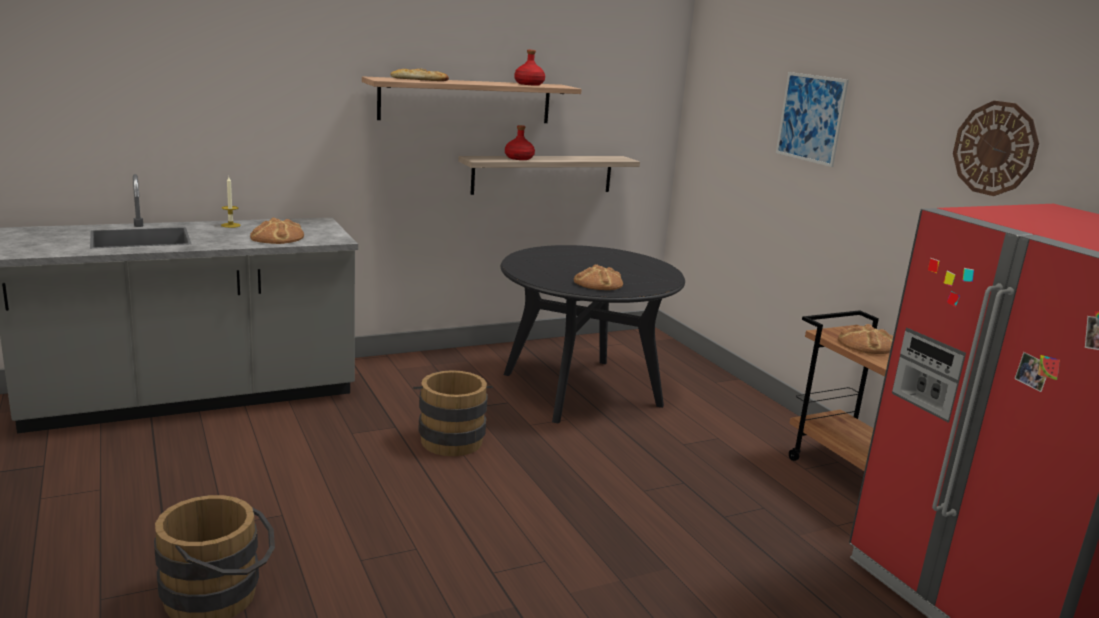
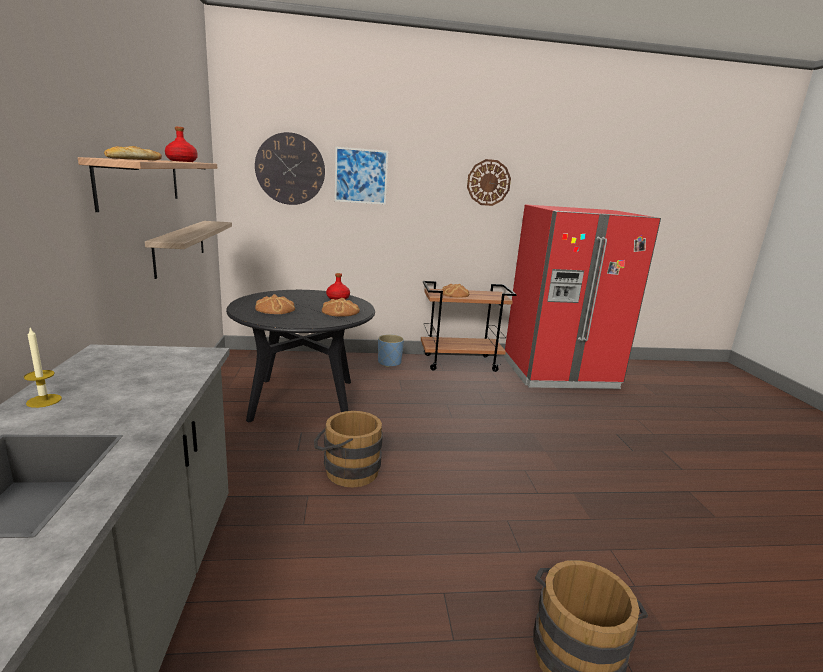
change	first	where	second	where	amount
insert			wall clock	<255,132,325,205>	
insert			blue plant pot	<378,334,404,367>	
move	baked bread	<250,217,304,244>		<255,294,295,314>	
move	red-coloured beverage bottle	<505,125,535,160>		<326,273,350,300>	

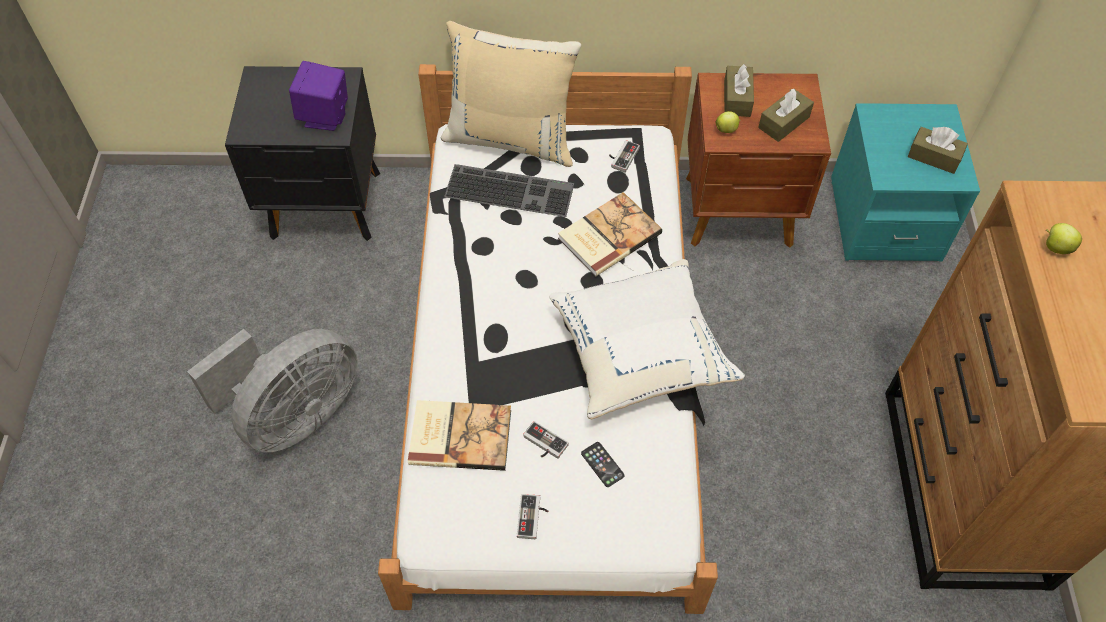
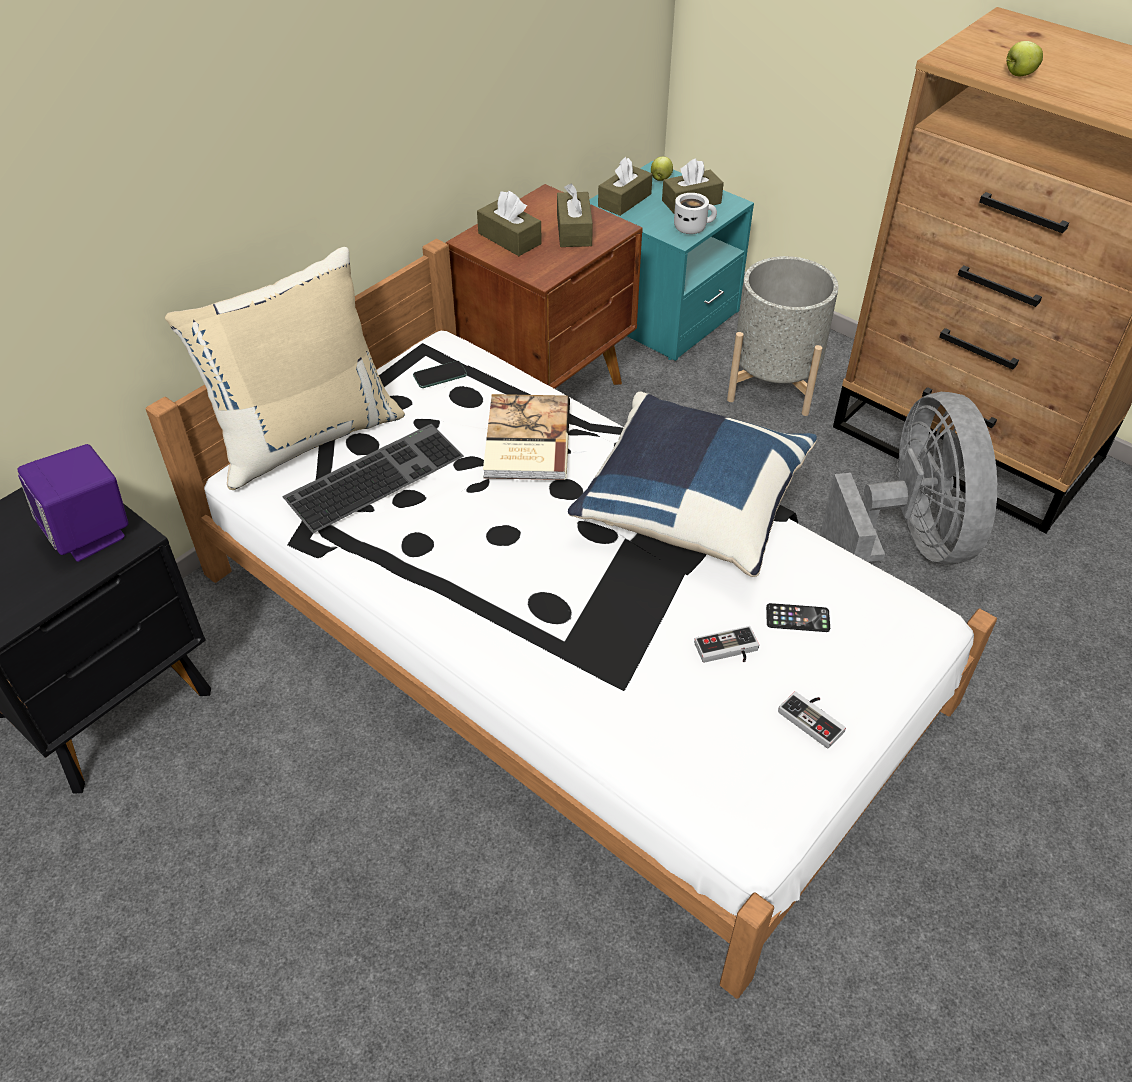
change	first	where	second	where	amount
delete	volume	<408,400,511,471>			
insert			brown tissue box	<598,157,653,216>	
insert			whitish coffee mug	<674,193,717,234>	
insert			greyish plant pot	<727,256,839,416>	
move	greyish fan	<187,329,358,452>		<820,392,997,565>	
move	whole apple	<716,111,740,133>		<651,157,673,181>	
replace	game controller	<609,140,640,172>	handset	<413,361,467,388>	
recolor	whitish cushion	<549,259,745,419>	blue cushion	<568,391,817,577>	

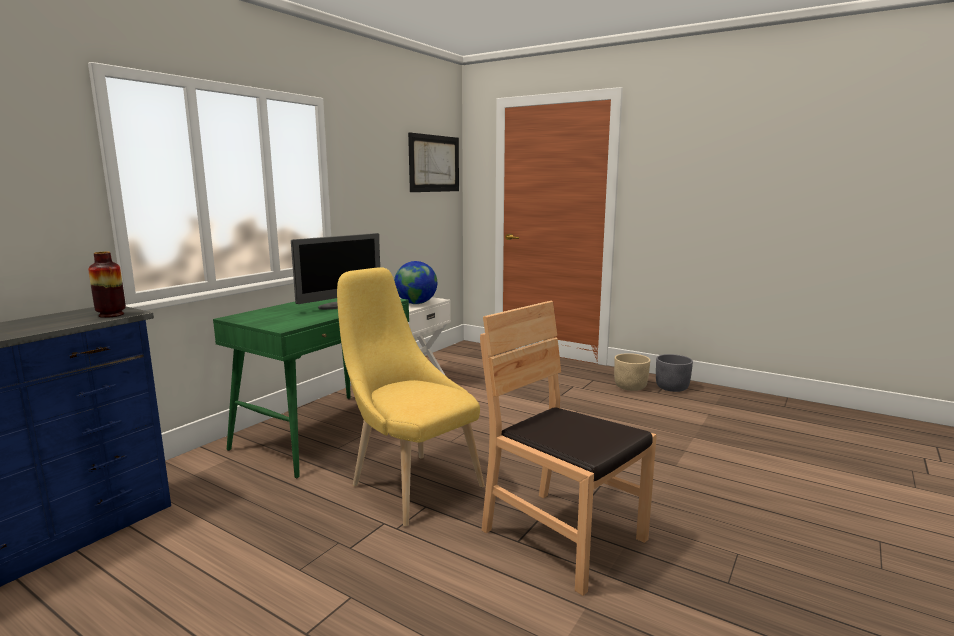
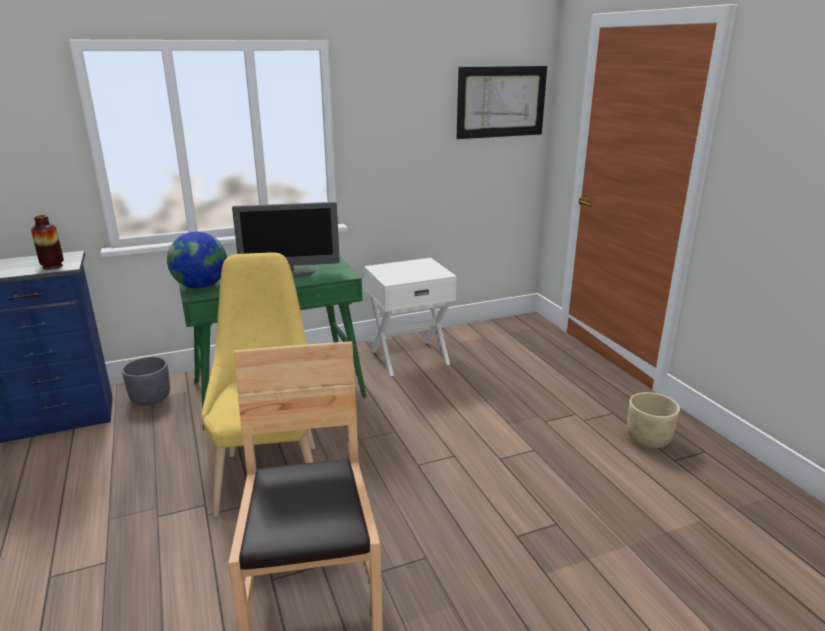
change	first	where	second	where	amount
move	globe	<394,261,437,304>		<167,232,227,289>	
move	greyish plant pot	<656,354,693,392>		<122,357,170,405>	

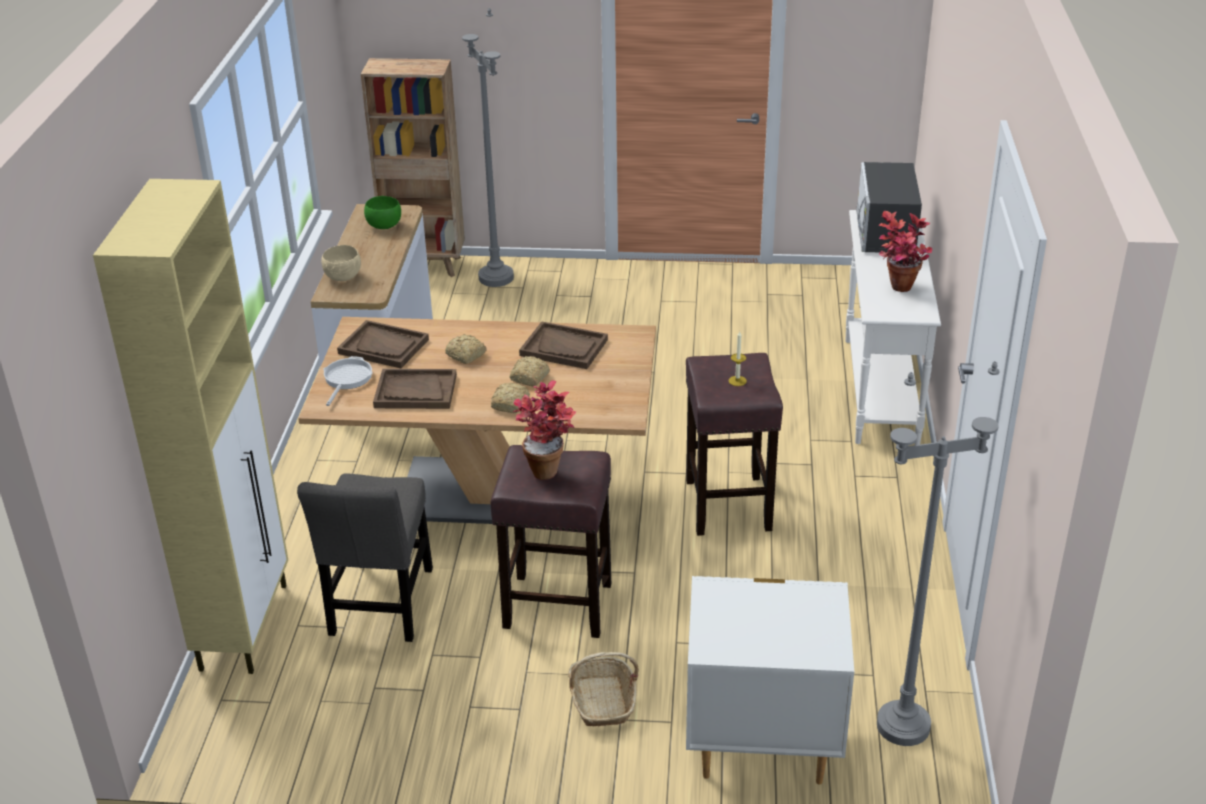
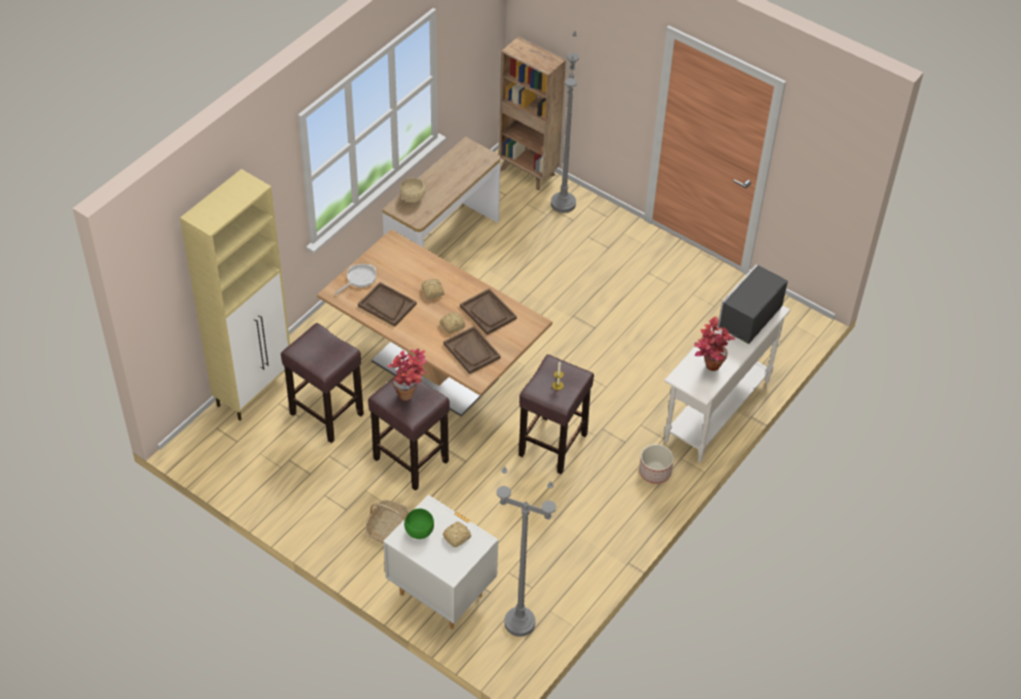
change	first	where	second	where	amount
insert			plant pot	<639,444,674,484>	
move	brown serving tray	<337,320,429,368>		<443,326,501,374>	
move	green deep dish	<364,196,401,229>		<404,509,434,539>	
move	baked bread	<491,382,530,413>		<443,522,471,547>	
replace	greyish chair	<297,474,433,642>	brown sitting stool	<281,323,364,443>	

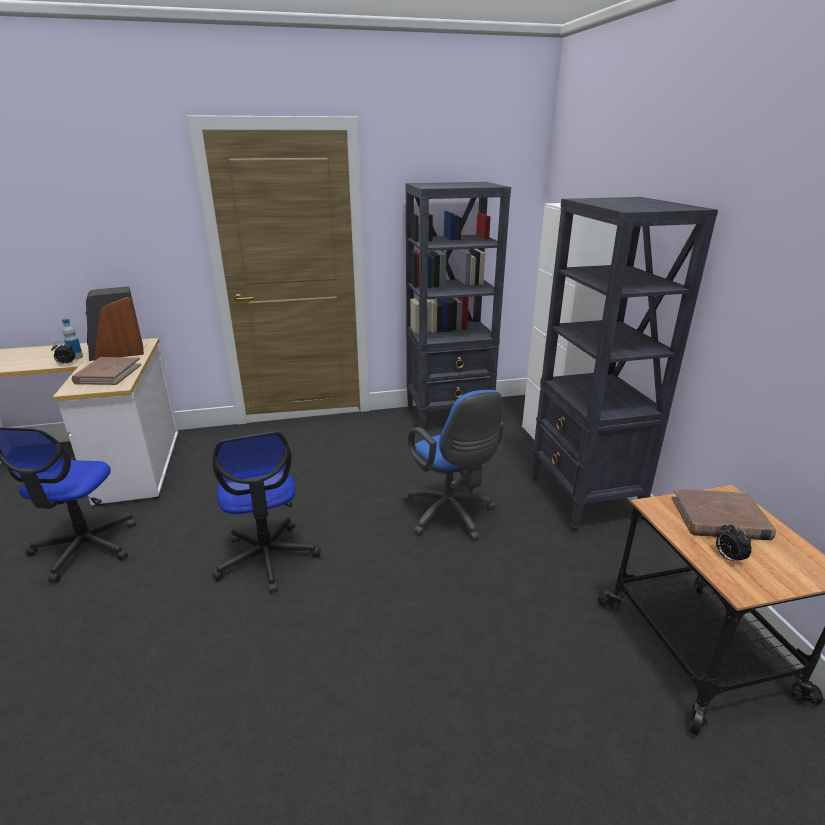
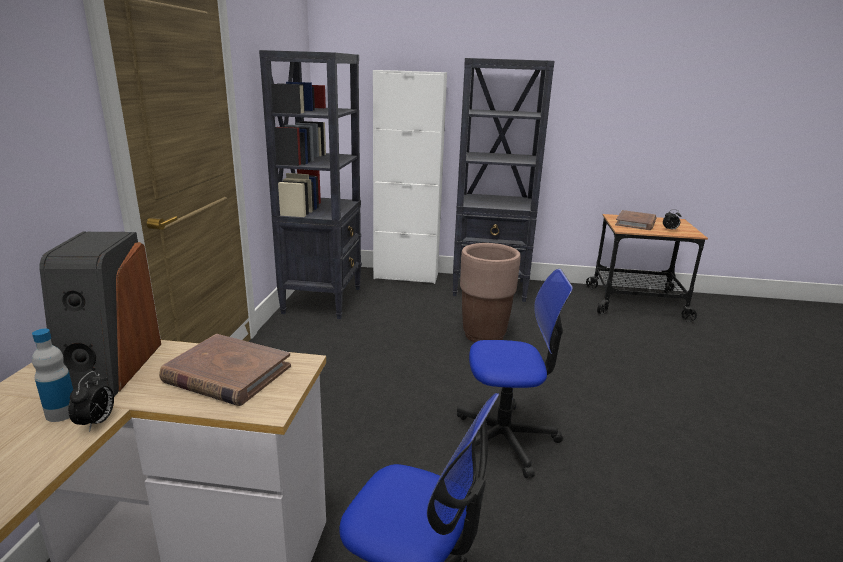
change	first	where	second	where	amount
replace	blue desk chair	<403,390,504,540>	brown plant pot	<460,243,521,342>	

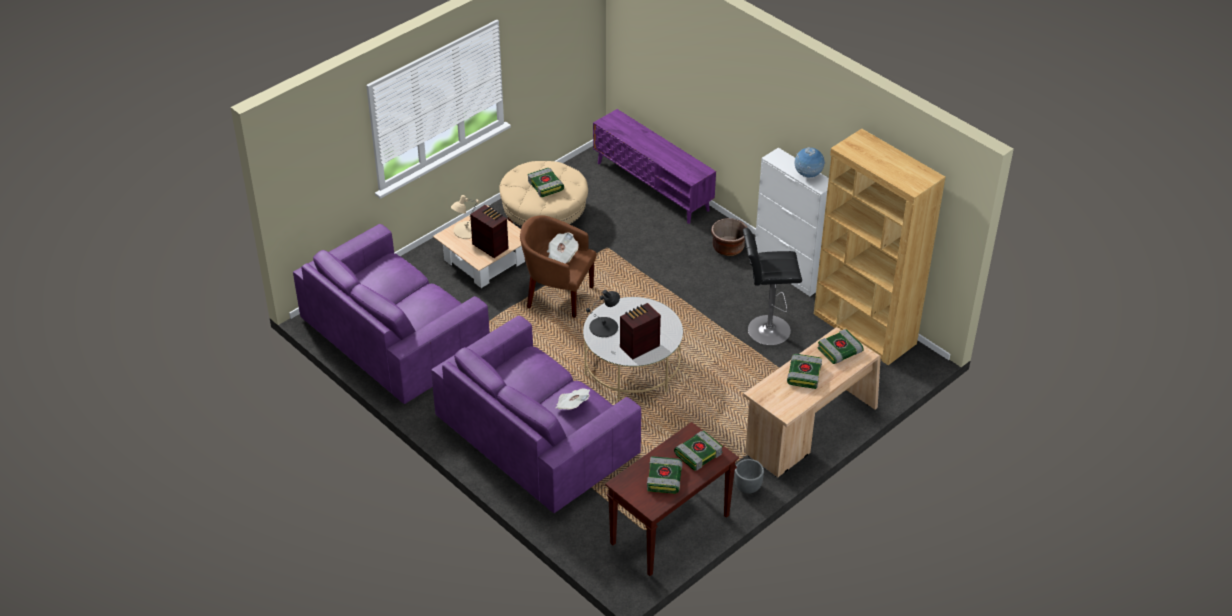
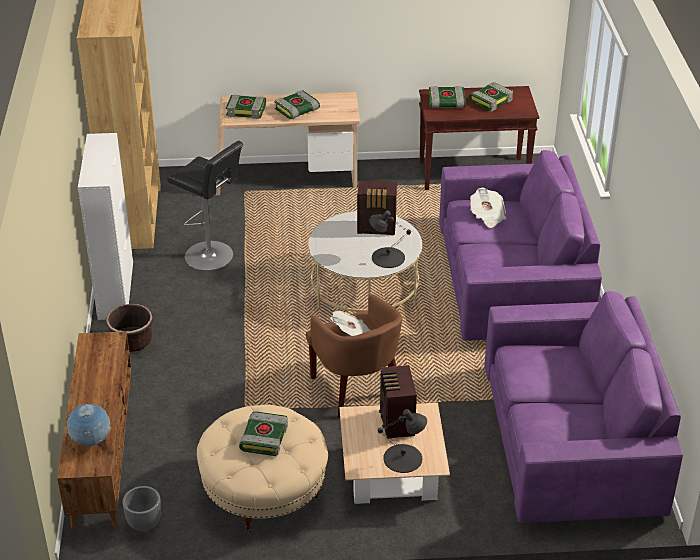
change	first	where	second	where	amount
move	greyish plant pot	<735,459,764,494>		<123,486,161,531>	
move	globe	<794,147,825,177>		<66,404,110,446>	
recolor	sand-coloured tabletop lamp	<451,195,480,239>	blackish tabletop lamp	<378,409,427,473>	
recolor	purplish media console	<593,109,716,224>	brown media console	<57,331,131,529>	

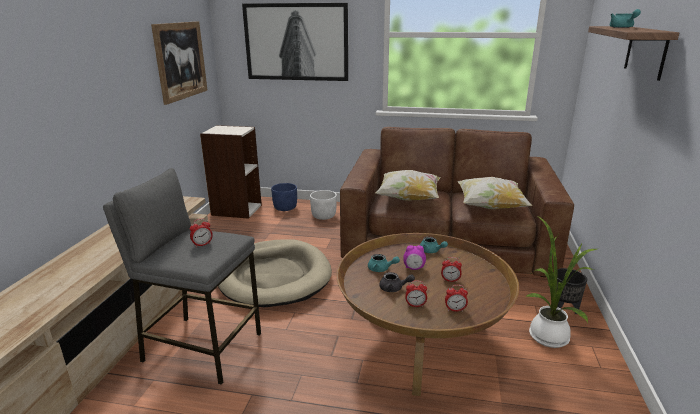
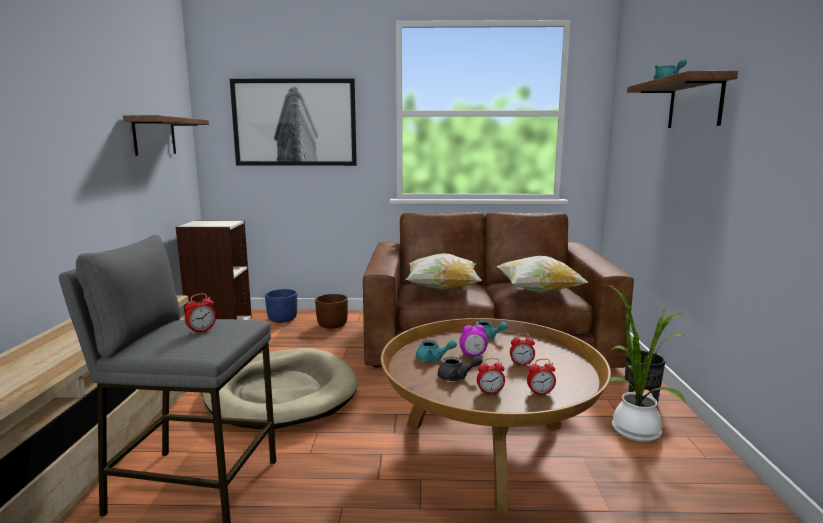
change	first	where	second	where	amount
replace	wall picture	<151,21,207,105>	bracket shelf	<123,115,209,156>	
recolor	whitish plant pot	<310,190,337,220>	brown plant pot	<315,294,348,329>	

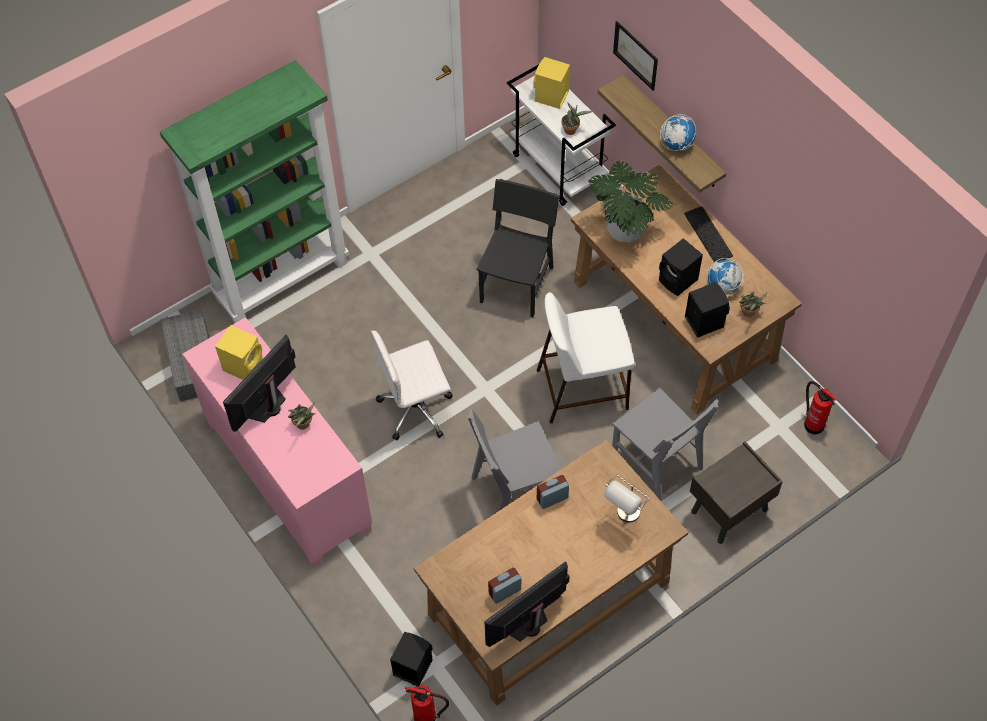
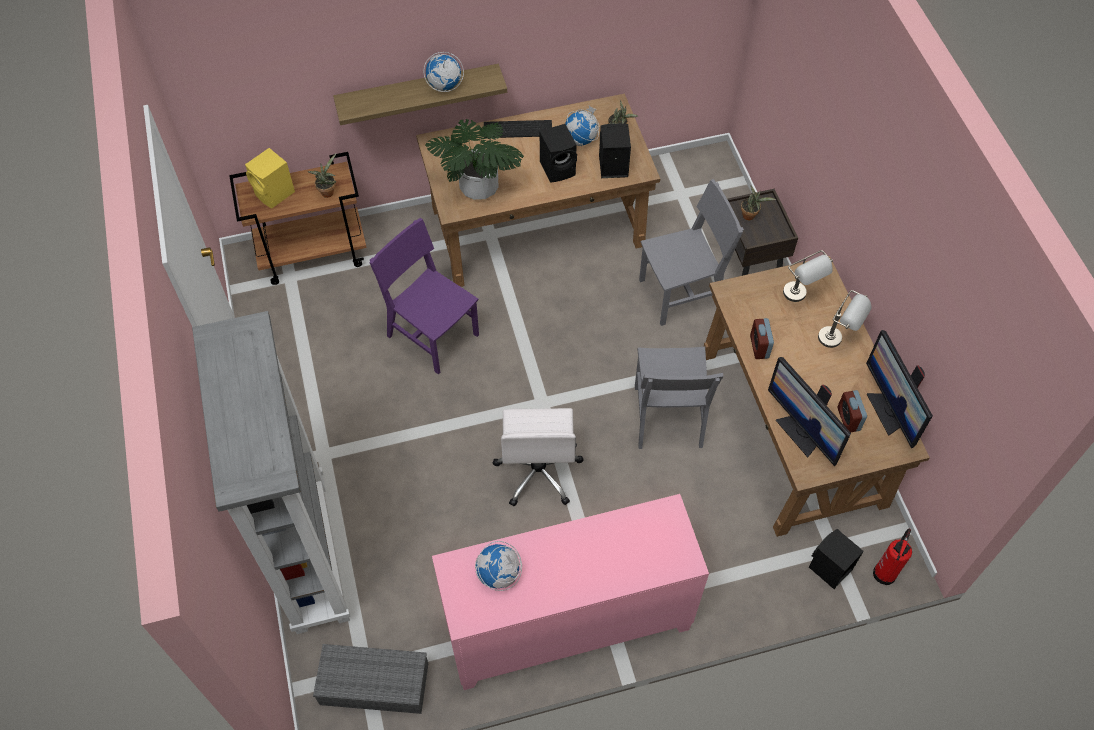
change	first	where	second	where	amount
delete	whitish sitting stool	<537,292,635,424>			
delete	wall picture	<613,21,658,91>			
delete	extinguisher	<804,381,836,434>			
insert			greyish tabletop lamp	<818,290,871,348>	
move	computer screen	<223,335,296,431>		<768,357,851,466>	
move	plant in a pot	<288,402,316,429>		<741,185,776,220>	
replace	yellow-coloured loudspeaker	<215,325,263,380>	globe	<475,541,522,591>	
recolor	green bookshelf	<160,60,349,323>	greyish bookshelf	<192,311,350,634>	
recolor	blackish chair	<476,179,559,318>	purplish chair	<369,218,479,374>	
recolor	whitish cart	<507,64,616,206>	brown cart	<229,152,367,285>	

